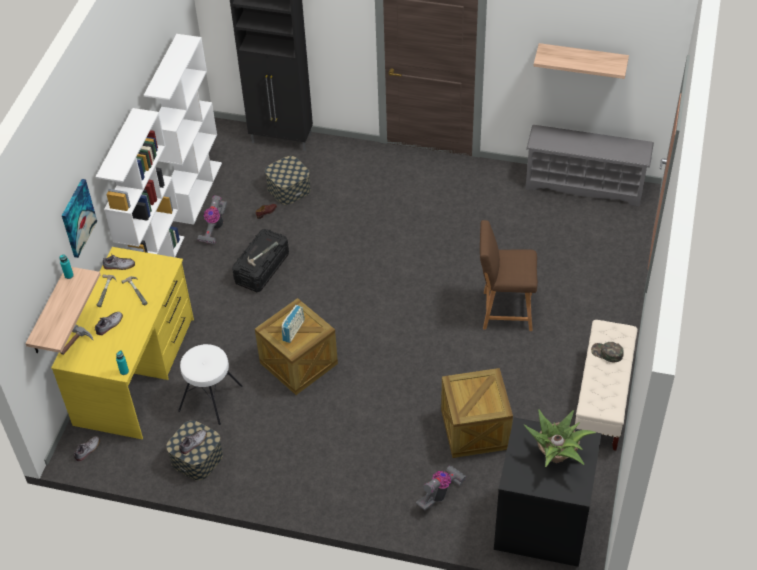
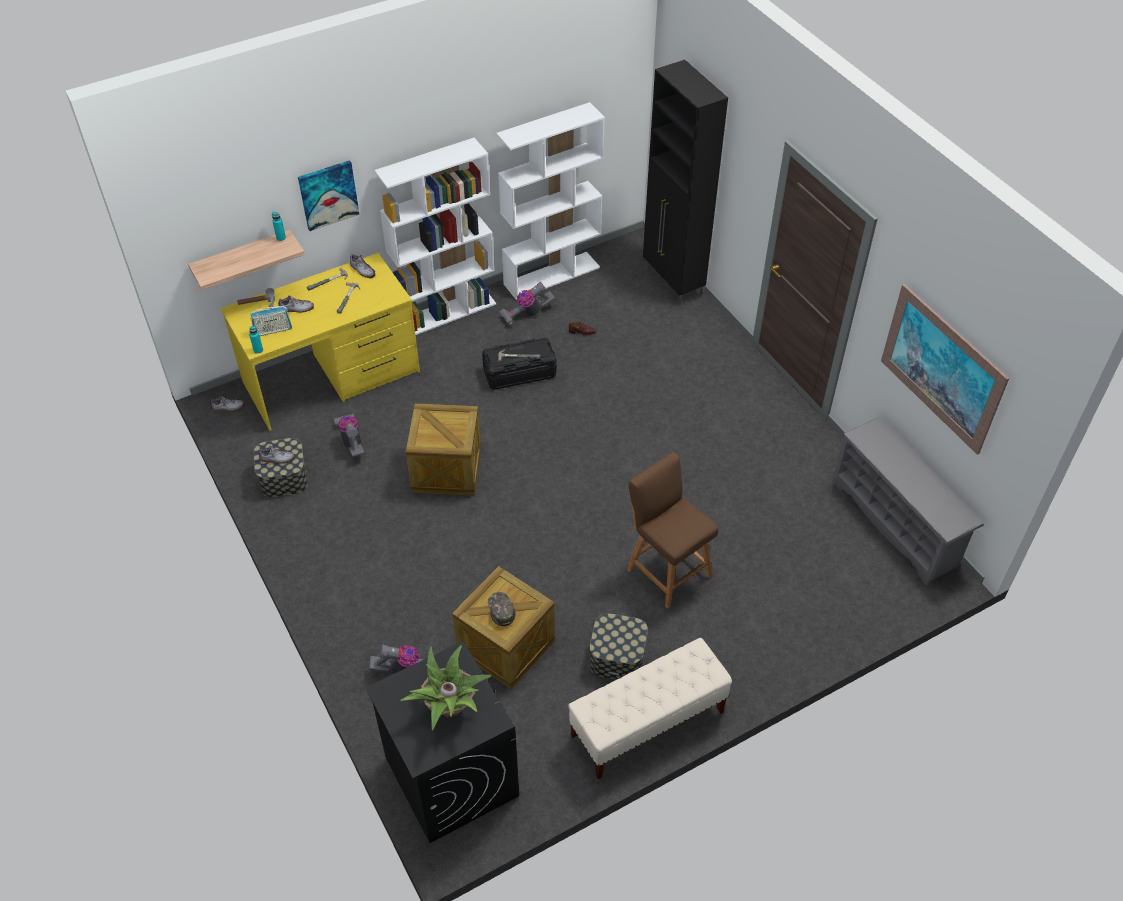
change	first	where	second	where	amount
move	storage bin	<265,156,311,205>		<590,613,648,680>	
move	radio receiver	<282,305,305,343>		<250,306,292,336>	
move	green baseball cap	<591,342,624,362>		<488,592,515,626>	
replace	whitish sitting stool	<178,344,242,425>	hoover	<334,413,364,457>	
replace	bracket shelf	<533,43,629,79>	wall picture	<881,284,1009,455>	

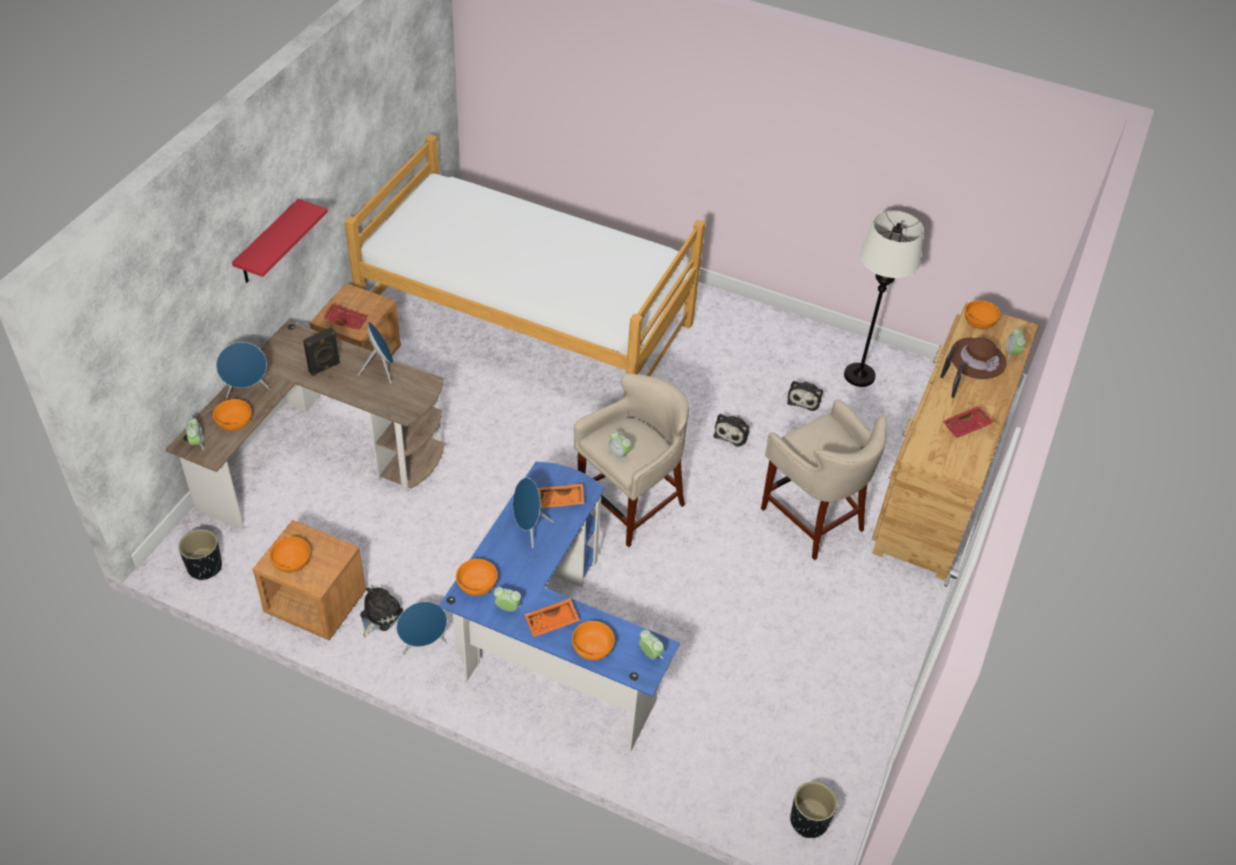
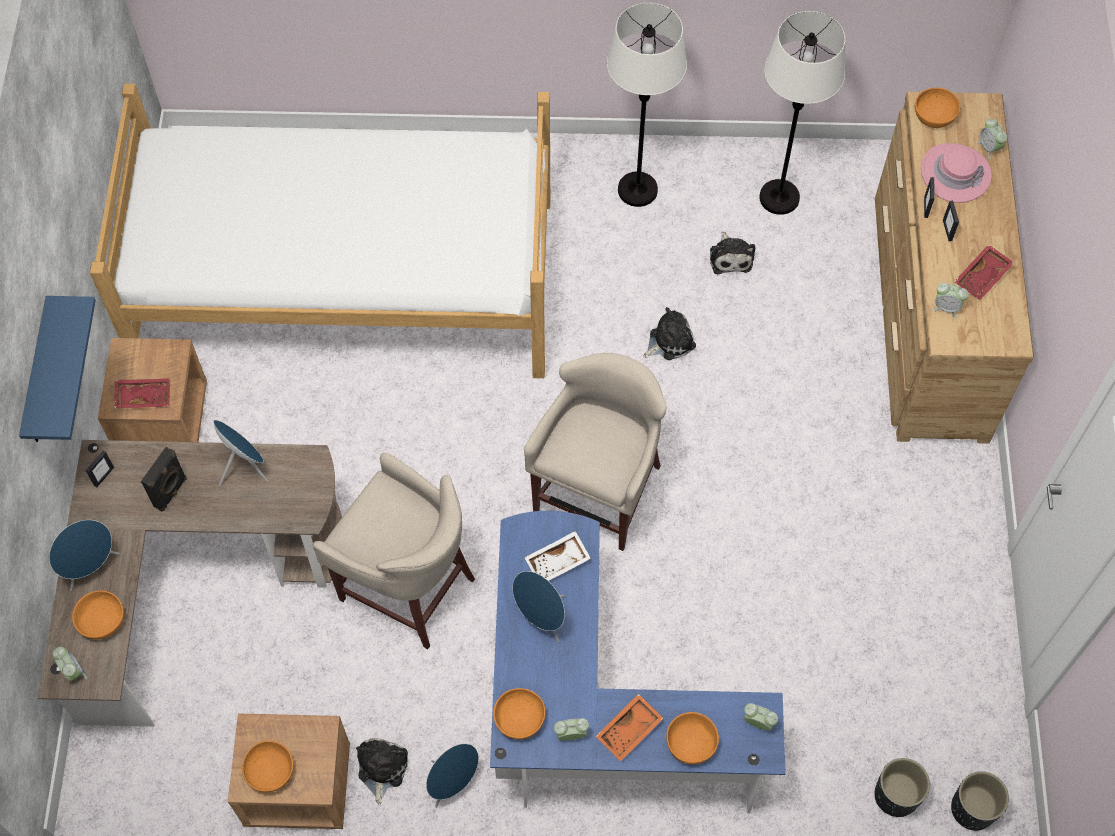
change	first	where	second	where	amount
insert			picture frame	<85,451,114,488>	
insert			whitish standard lamp	<607,3,687,207>	
move	blackish plant pot	<178,529,222,580>		<875,758,930,817>	
move	table clock	<607,431,631,464>		<932,283,969,317>	
move	sand-coloured sitting stool	<761,399,886,560>		<313,453,475,649>	
recolor	red-coloured bracket shelf	<232,199,328,283>	blue bracket shelf	<19,296,96,442>	
recolor	orangey serving tray	<538,483,584,508>	whitish serving tray	<525,531,591,581>	
recolor	brown hat	<951,337,1006,379>	pink hat	<921,143,992,203>	
rotate	cuddly toy	<714,414,749,447>		<644,307,696,360>	120 degrees counterclockwise

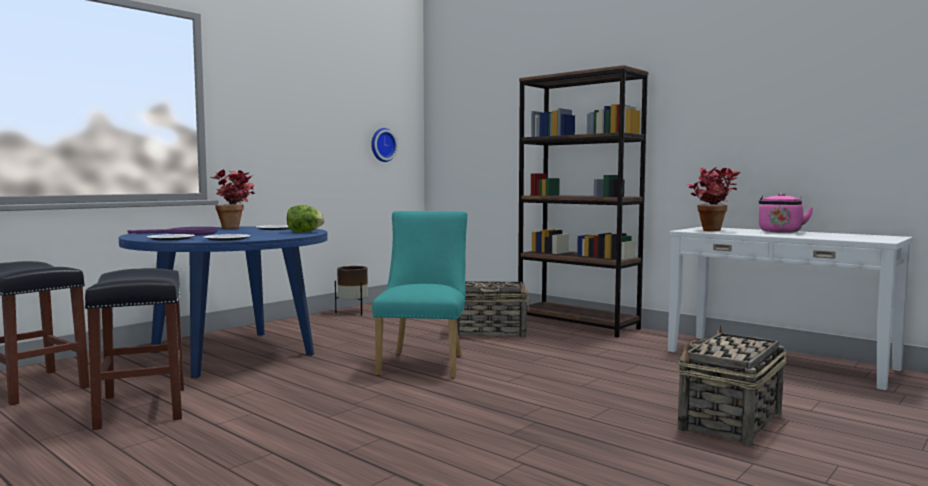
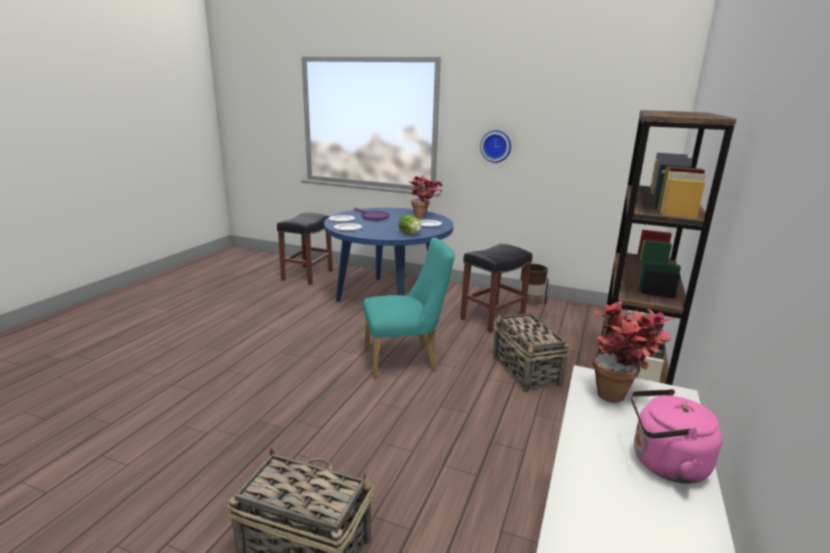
change	first	where	second	where	amount
move	blackish sitting stool	<84,268,184,430>		<460,244,532,333>	
move	wall clock	<371,128,398,162>		<480,130,511,163>	

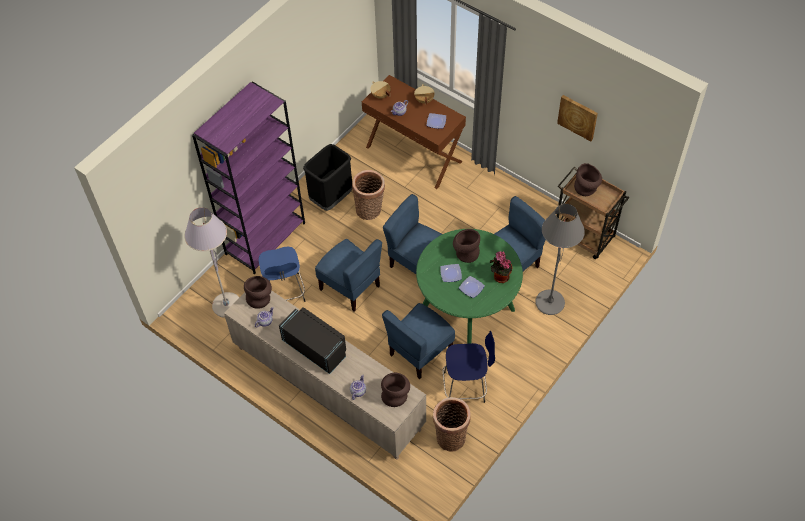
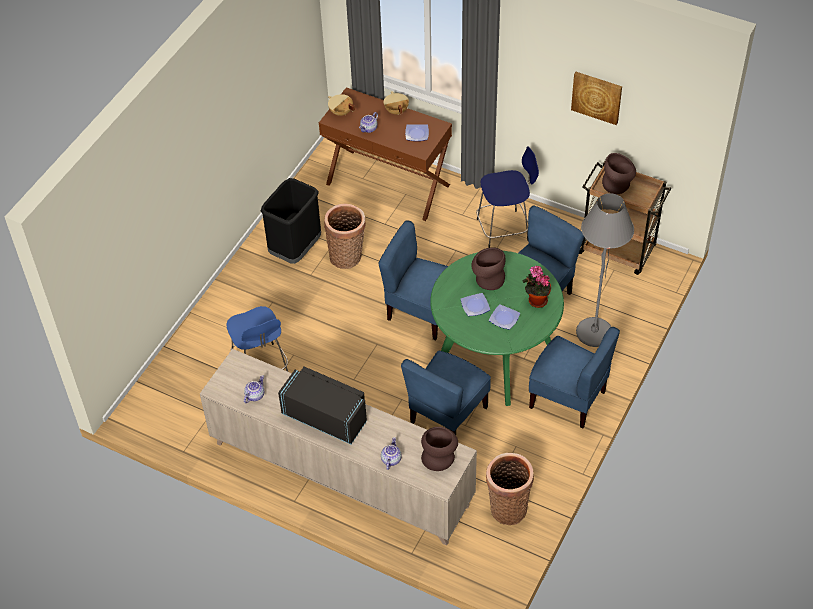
change	first	where	second	where	amount
delete	greyish standard lamp	<184,207,239,318>			
delete	purplish bookshelf	<192,81,305,275>			
delete	brown vase	<244,276,272,309>			
move	blue chair	<315,239,382,311>		<529,327,620,429>	
move	blue sitting stool	<443,331,495,403>		<476,146,539,248>	

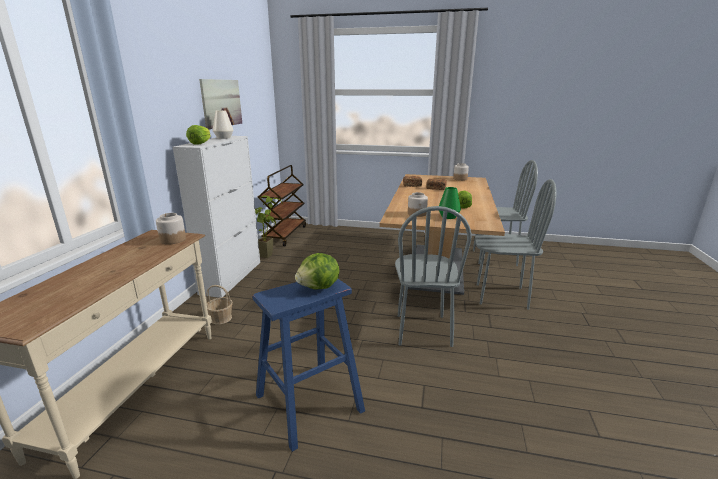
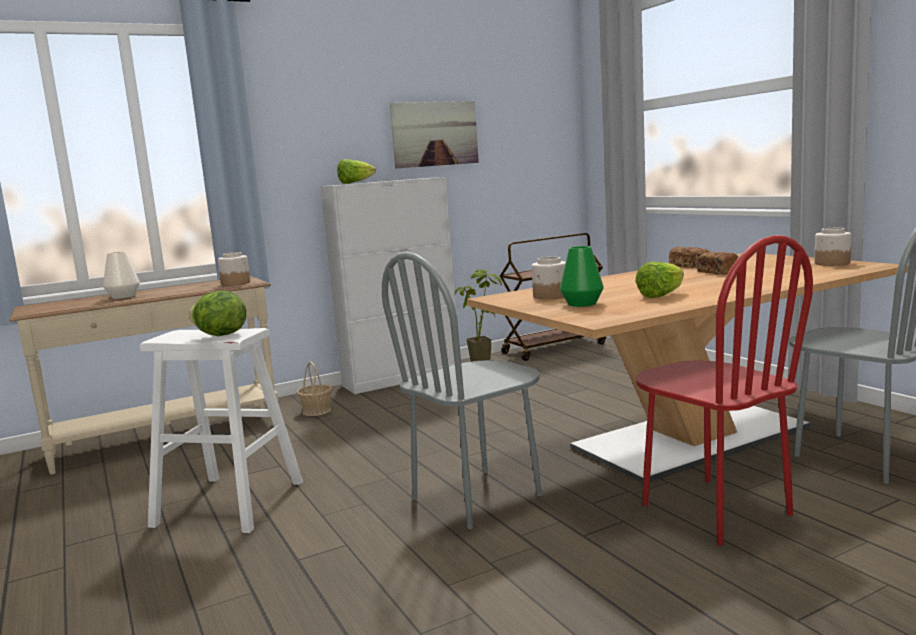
change	first	where	second	where	amount
move	whitish vase	<213,110,233,139>		<103,251,140,299>	
recolor	blue sitting stool	<252,279,365,452>	whitish sitting stool	<140,328,303,533>	
recolor	greyish chair	<475,179,557,310>	red-coloured chair	<635,235,813,546>	

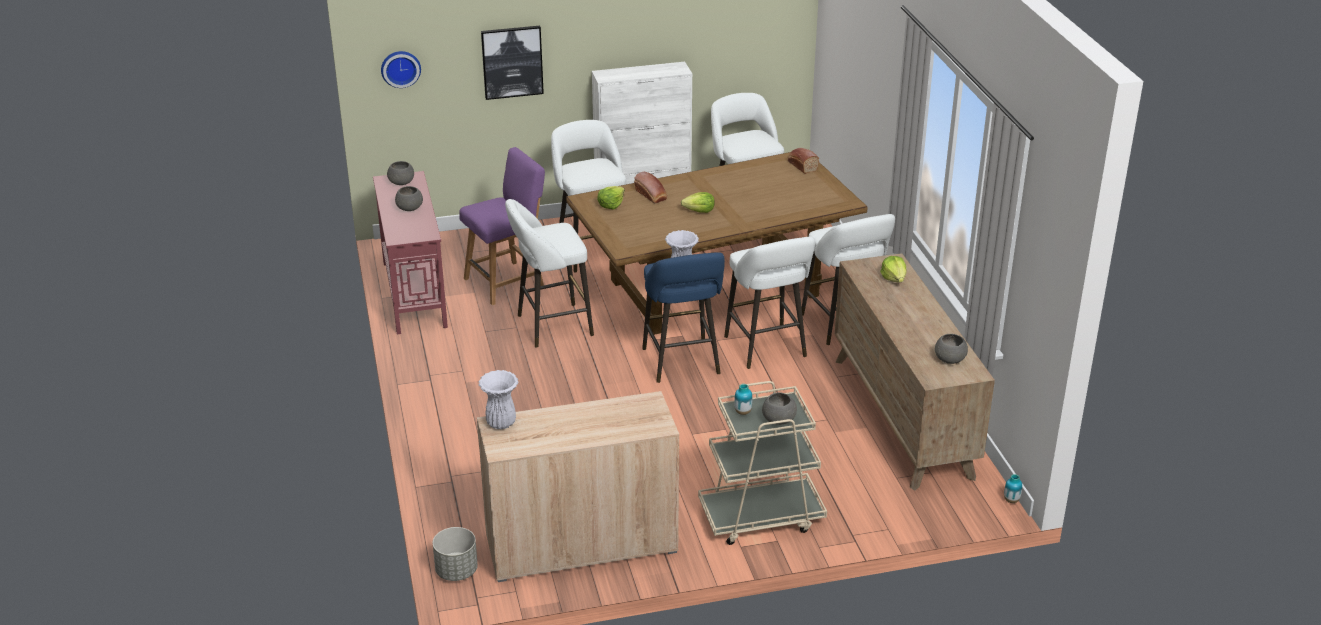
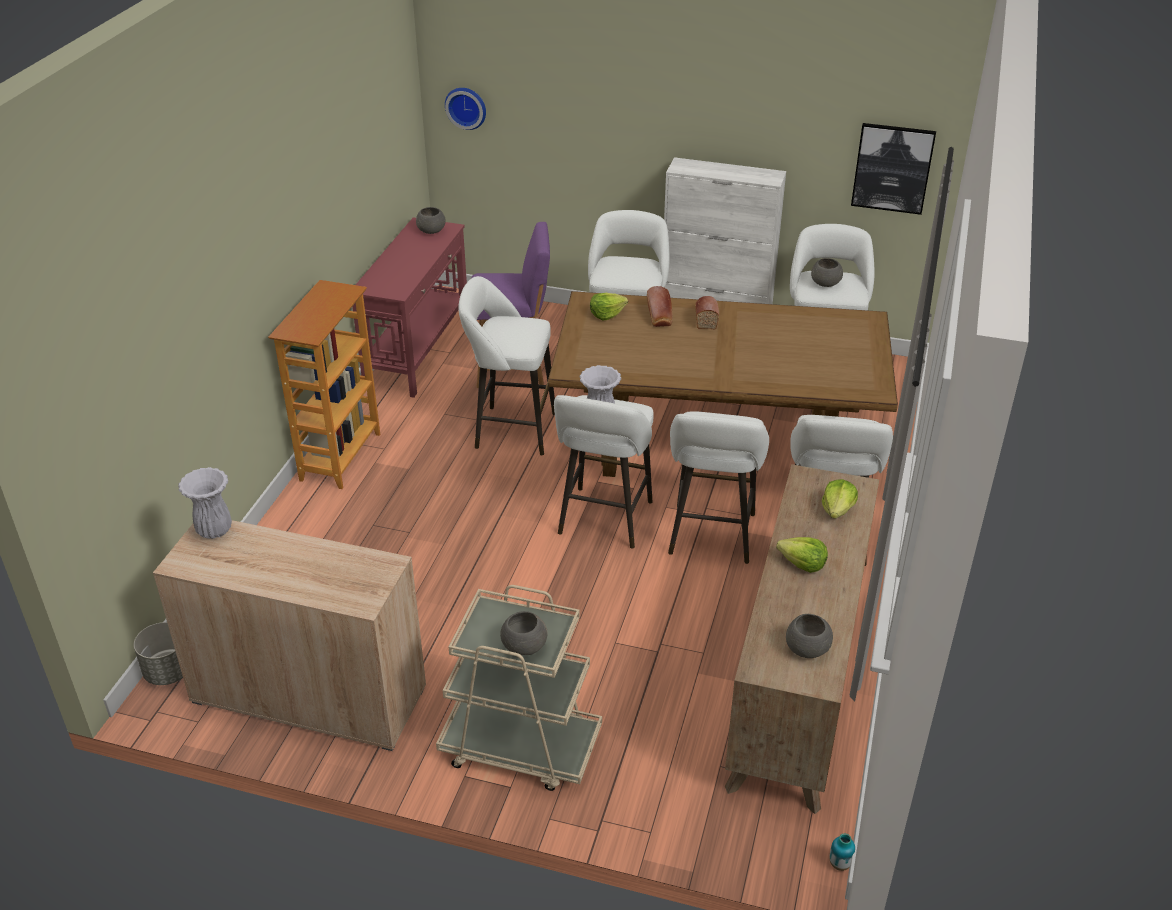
change	first	where	second	where	amount
delete	vase	<734,384,752,415>			
insert			bookshelf	<268,280,380,489>	
move	greyish deep dish	<395,186,423,211>		<811,258,843,287>	
move	wall picture	<481,26,544,100>		<851,123,936,215>	
move	head of lettuce	<681,192,715,213>		<776,537,828,573>	
move	baked bread	<788,148,819,174>		<695,296,719,329>	
recolor	blue sitting stool	<642,252,725,383>	whitish sitting stool	<554,395,654,549>	

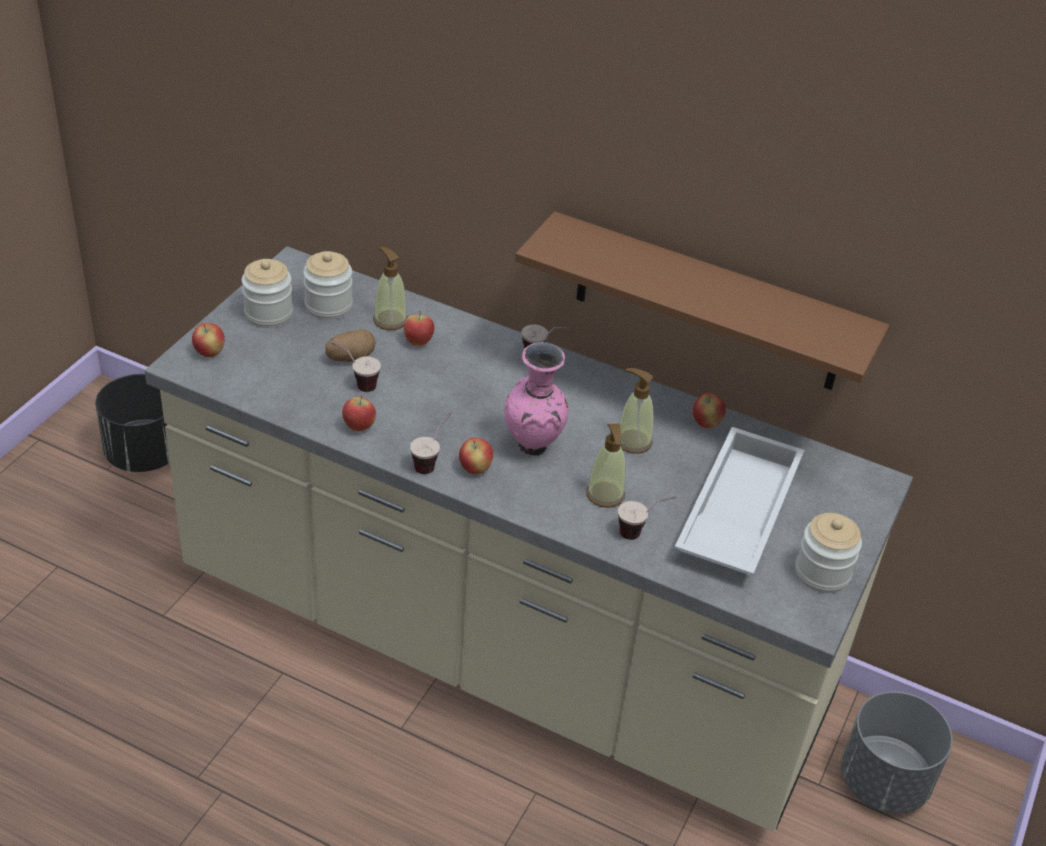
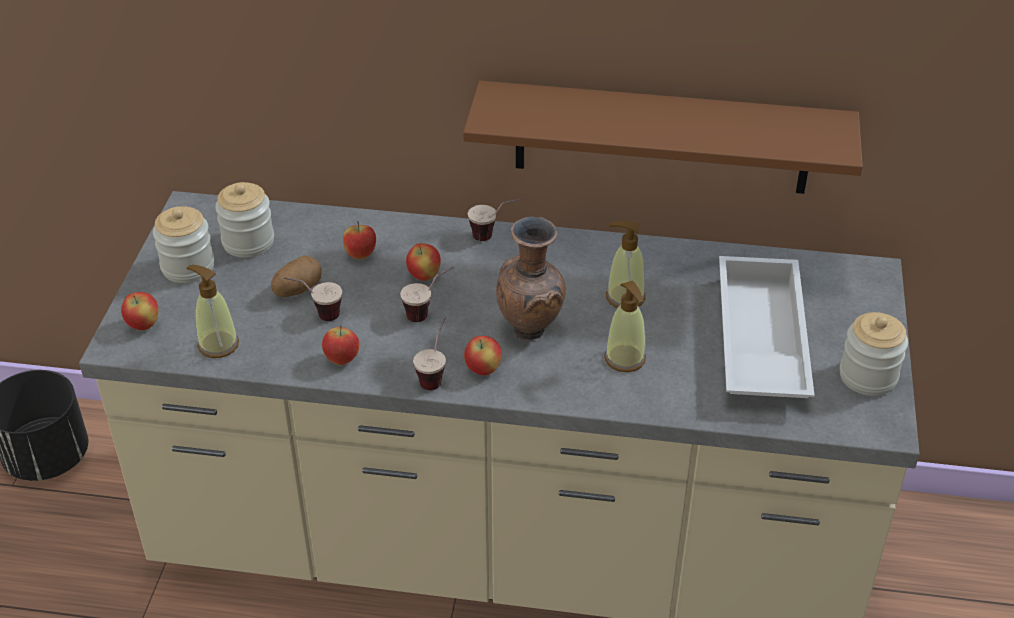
change	first	where	second	where	amount
delete	greyish plant pot	<841,691,953,813>			
move	soap dispenser	<373,247,408,330>		<187,265,239,358>	
move	cup	<618,496,676,540>		<400,267,454,322>	
move	whole apple	<693,393,726,429>		<406,243,441,281>	
recolor	pink vase	<505,342,569,456>	brown vase	<496,217,566,340>	

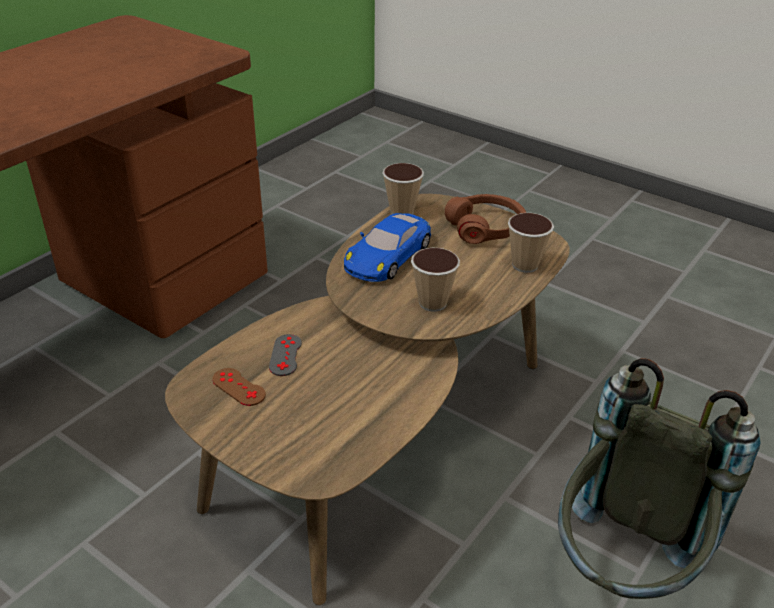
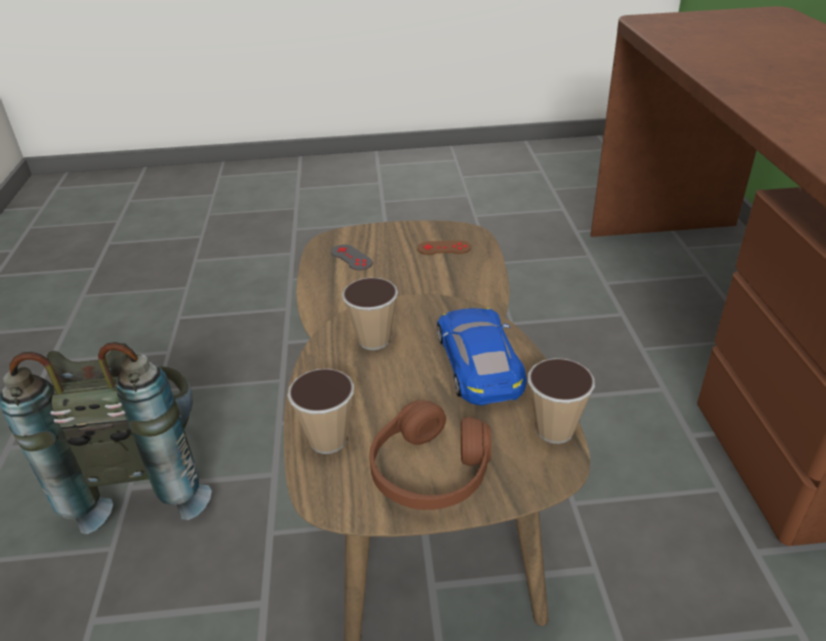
change	first	where	second	where	amount
move	greyish game controller	<269,334,302,376>		<331,244,373,270>	

